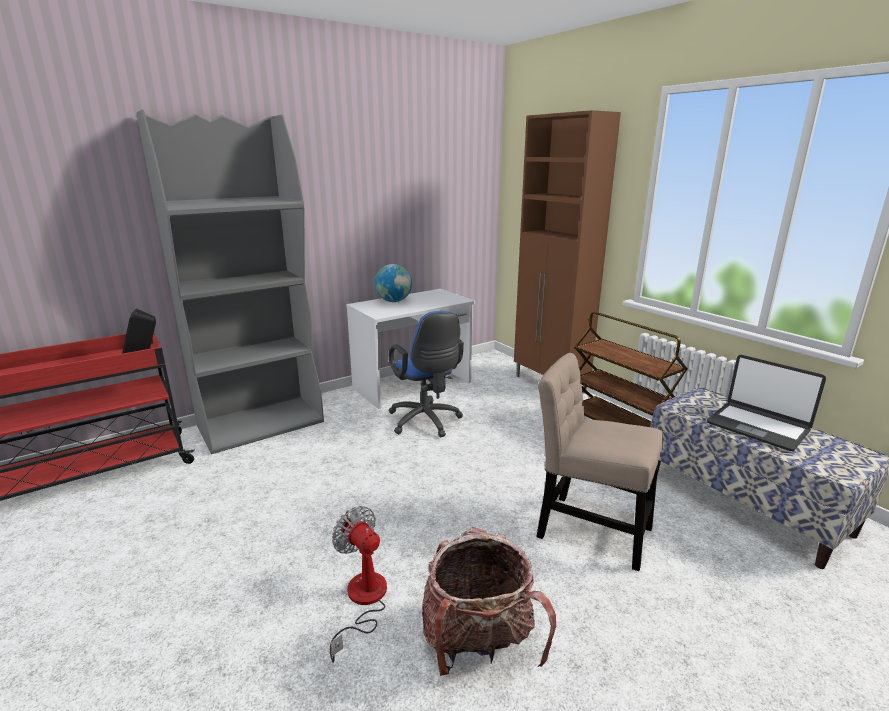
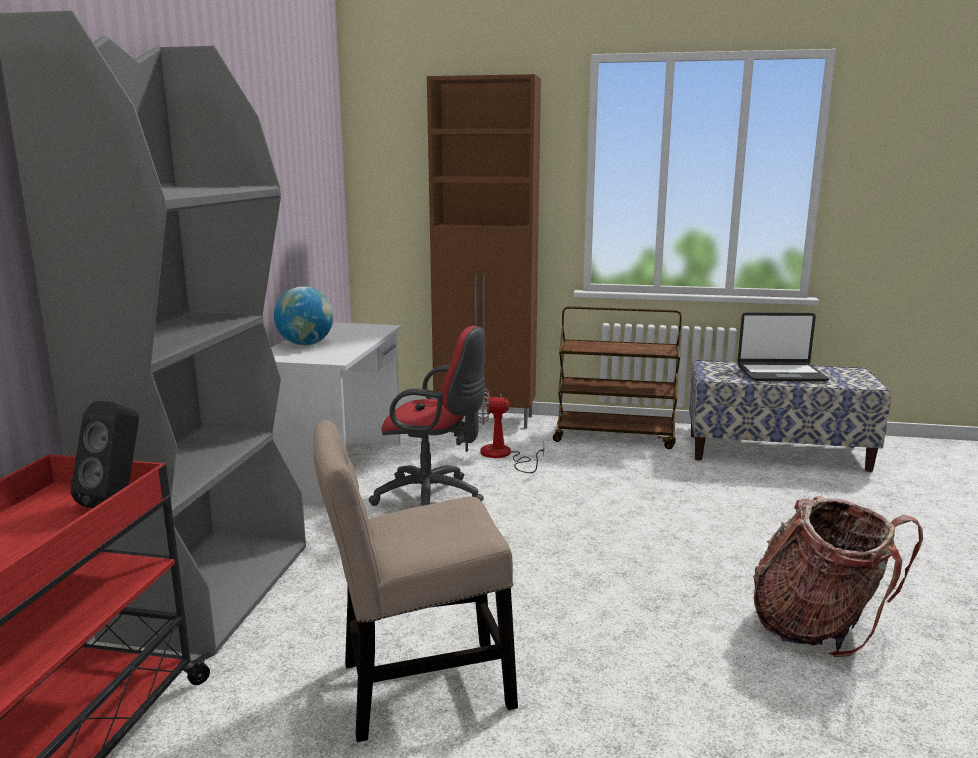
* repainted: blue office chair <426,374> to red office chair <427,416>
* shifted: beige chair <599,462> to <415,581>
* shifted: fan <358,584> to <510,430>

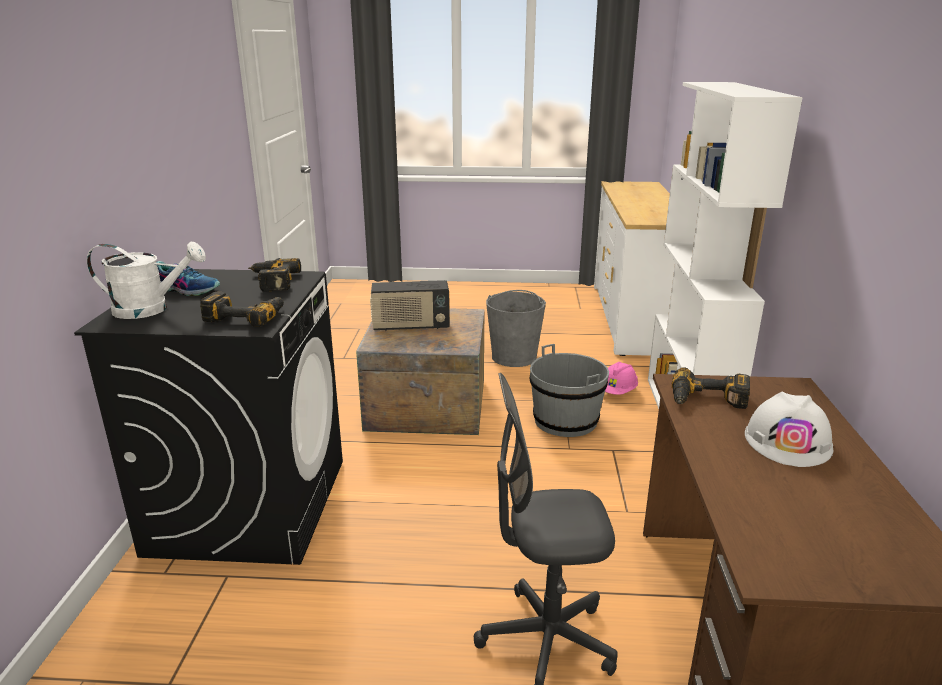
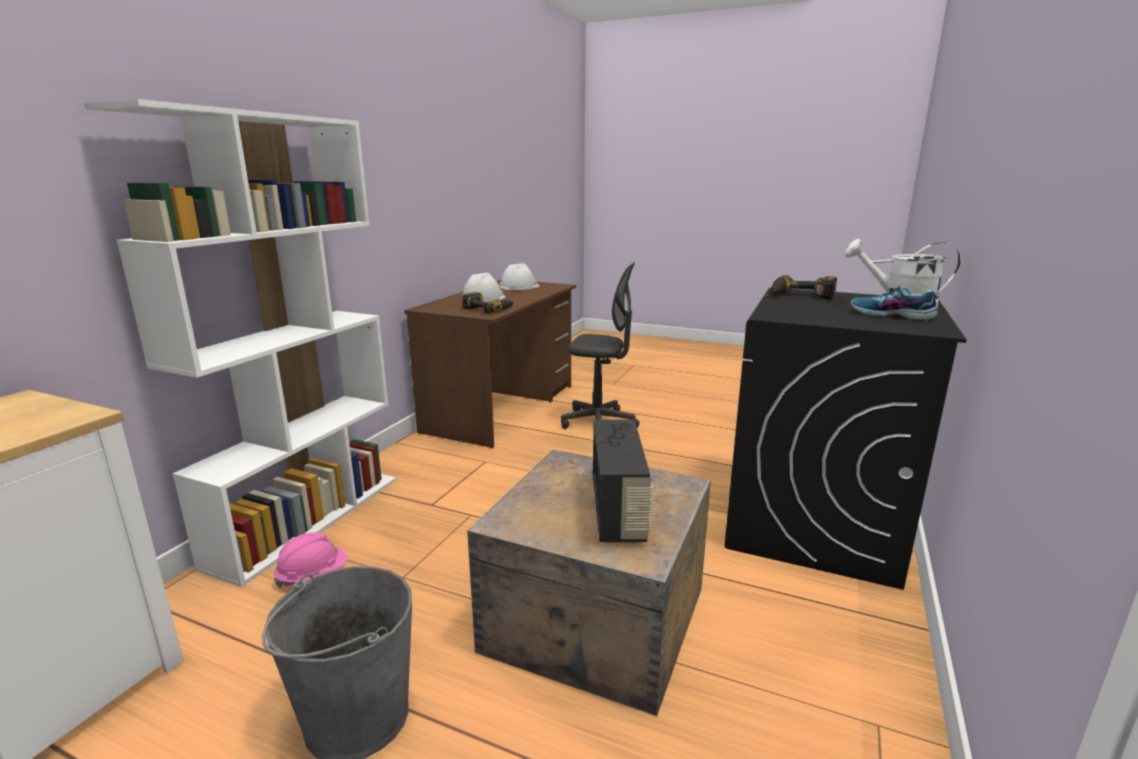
* gone: power drill <274,275>
* rotated: radio <410,305> = <623,480> 75 degrees clockwise
* gone: grey bucket <569,390>
* new: white hard hat <519,276>

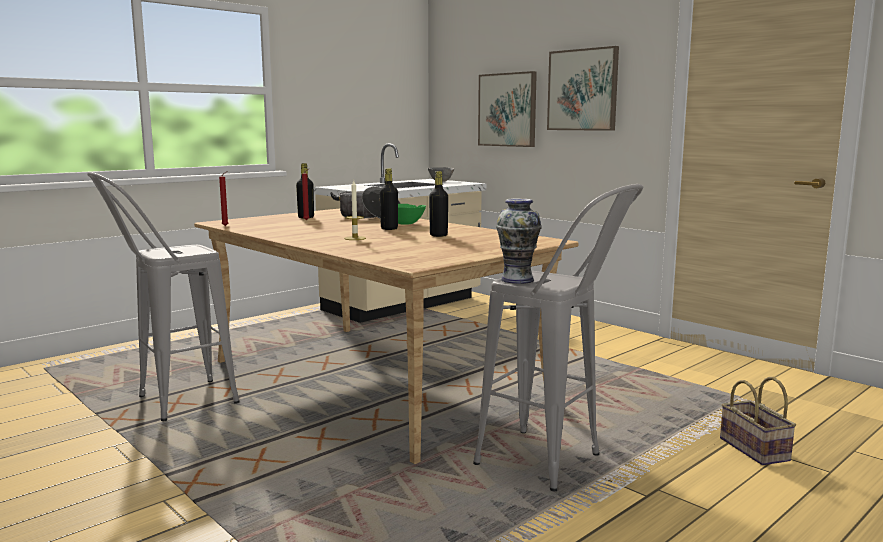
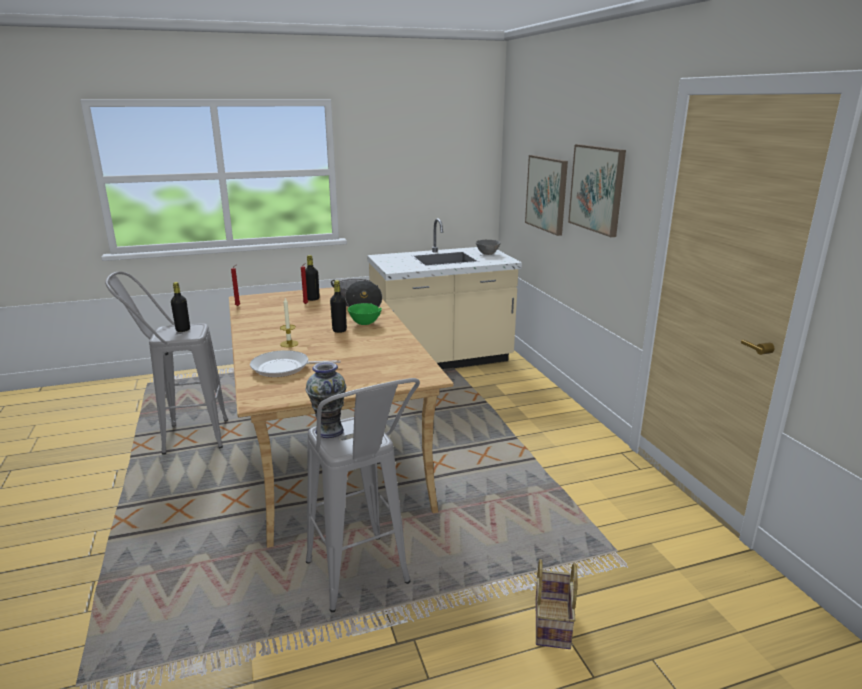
* shifted: black bottle <438,204> to <180,307>
* new: frying pan <295,363>

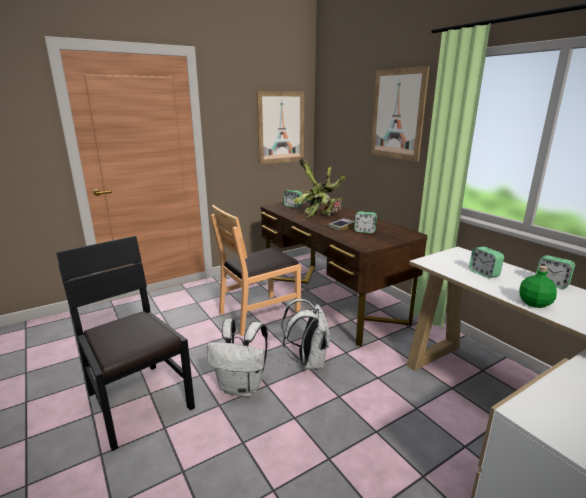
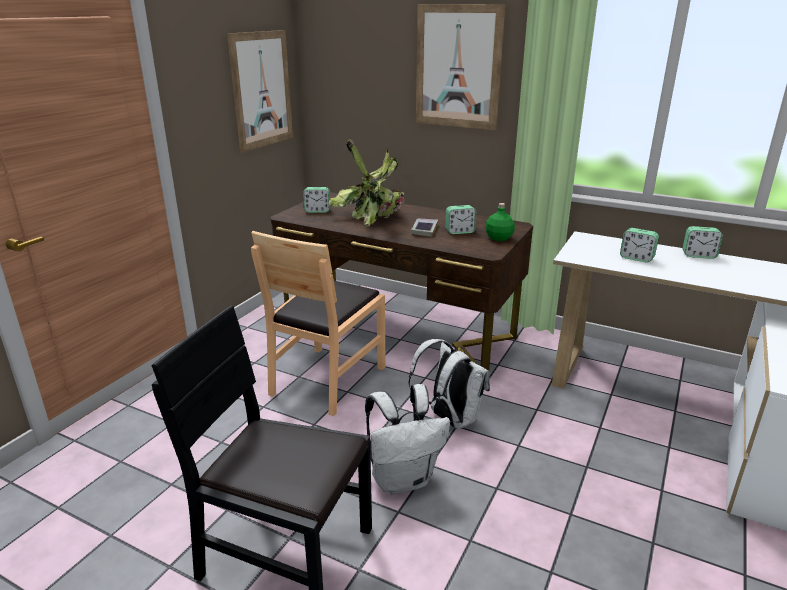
* shifted: green bottle <538,287> to <500,222>

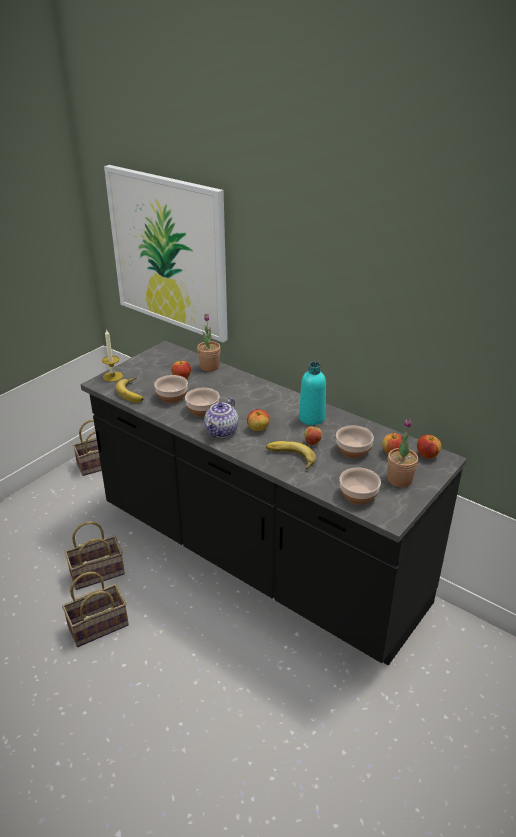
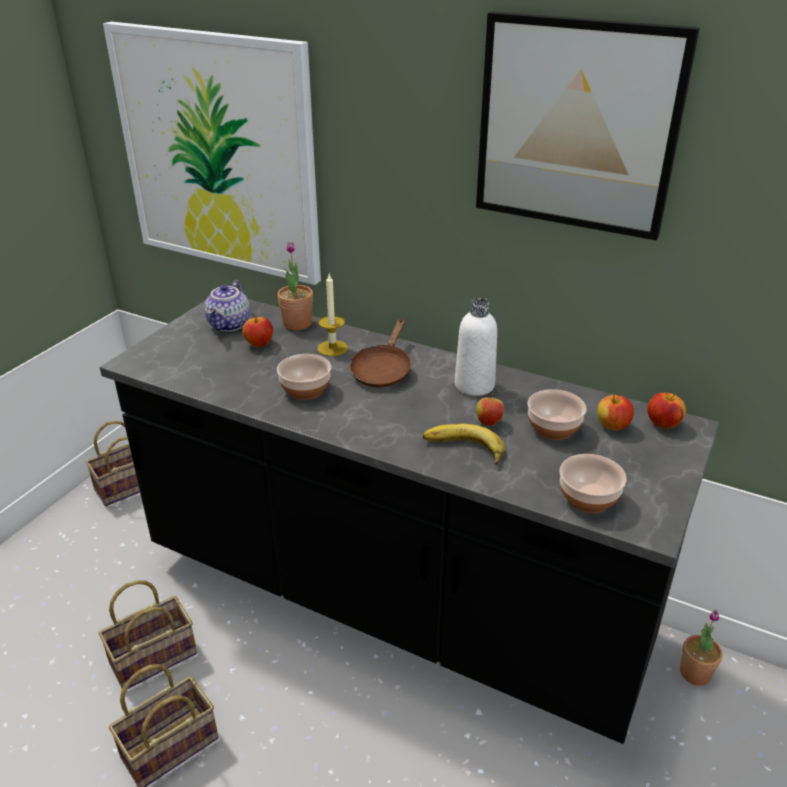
* shifted: candle <112,355> to <333,315>
* repainted: turquoise bottle <312,393> to white bottle <476,347>
* gone: bowl <171,389>
* gone: banana <129,390>
* shifted: teapot <221,417> to <227,306>
* gone: apple <258,420>
* shifted: potted plant <403,452> to <701,648>
* new: picture <588,126>
* new: brown frying pan <380,353>

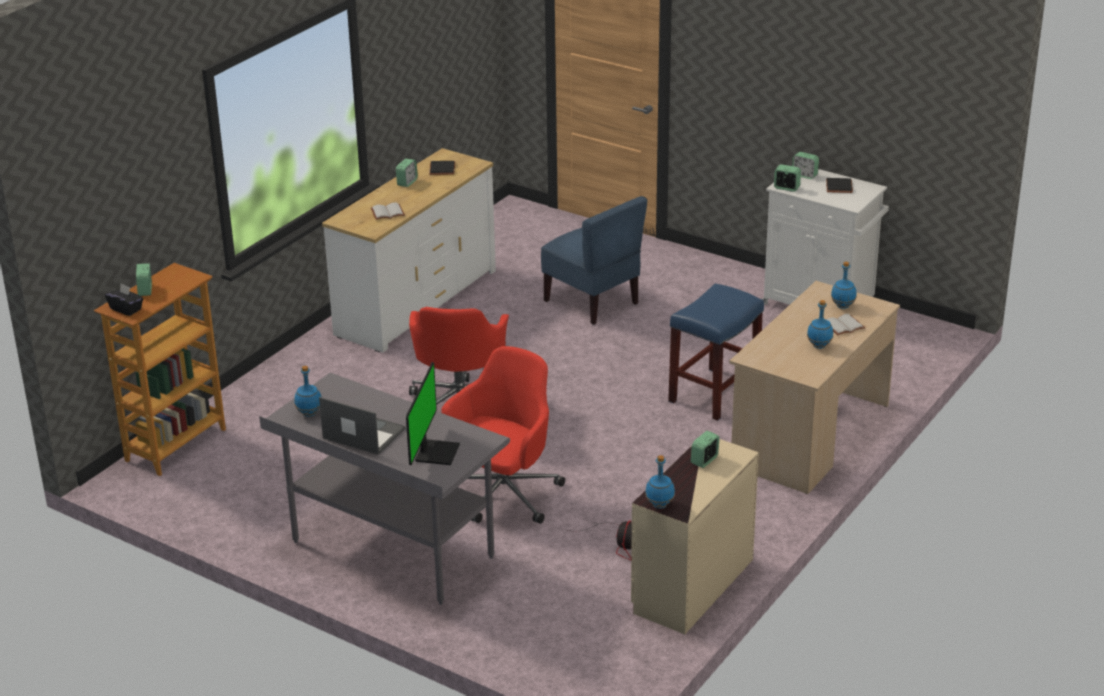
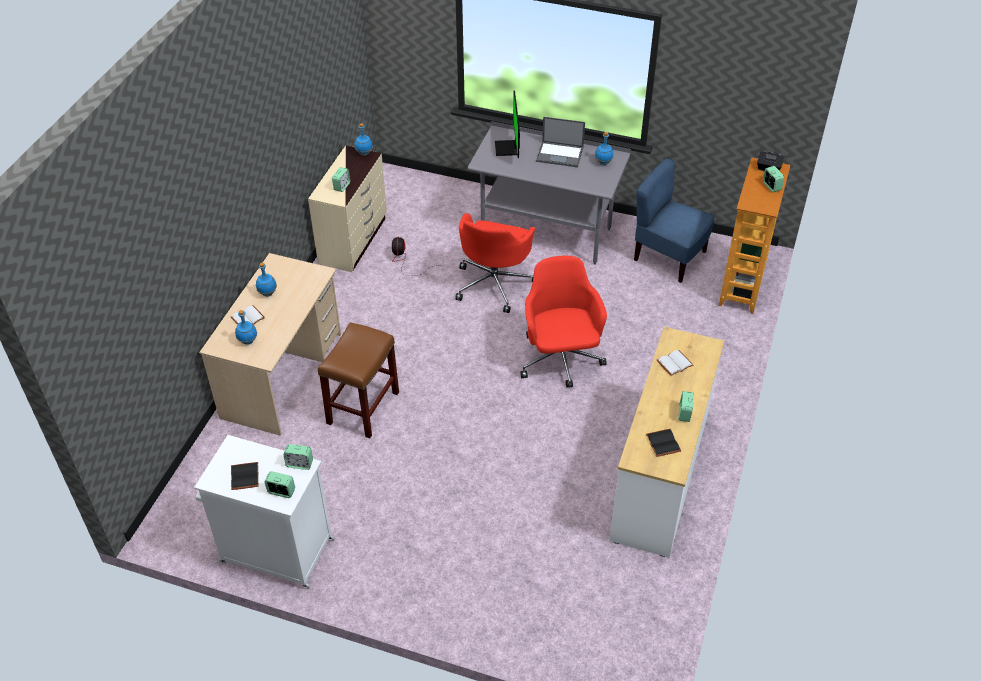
* shifted: blue chair <594,260> to <674,220>
* repainted: blue stool <716,352> to brown stool <358,380>

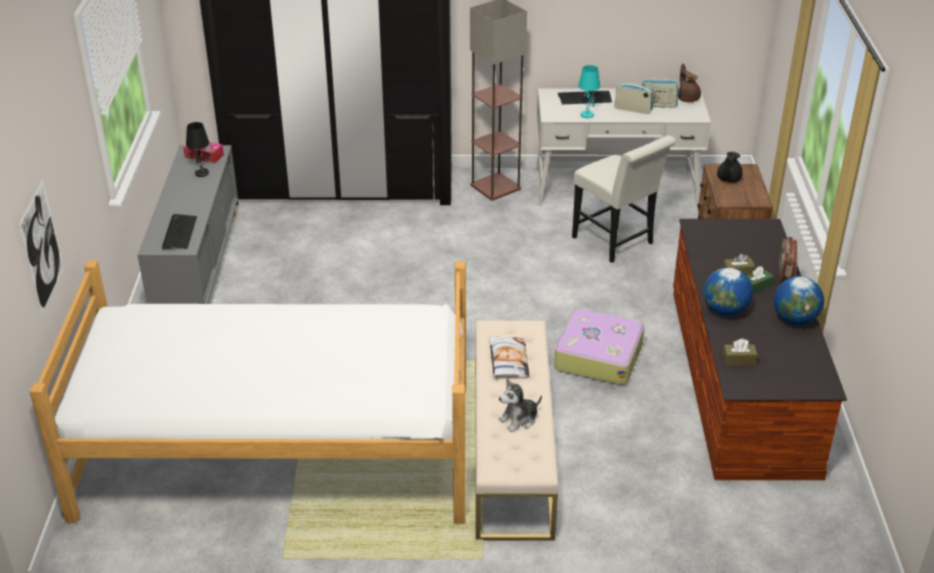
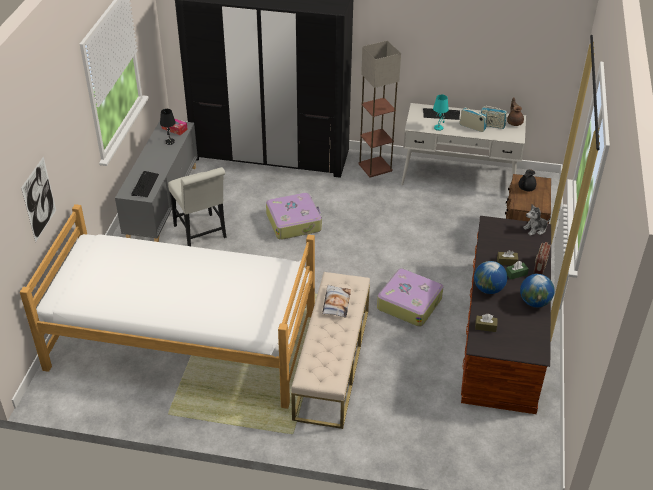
* shifted: white chair <624,199> to <197,206>
* shifted: plush toy <520,405> to <537,220>
* new: suitcase <294,216>

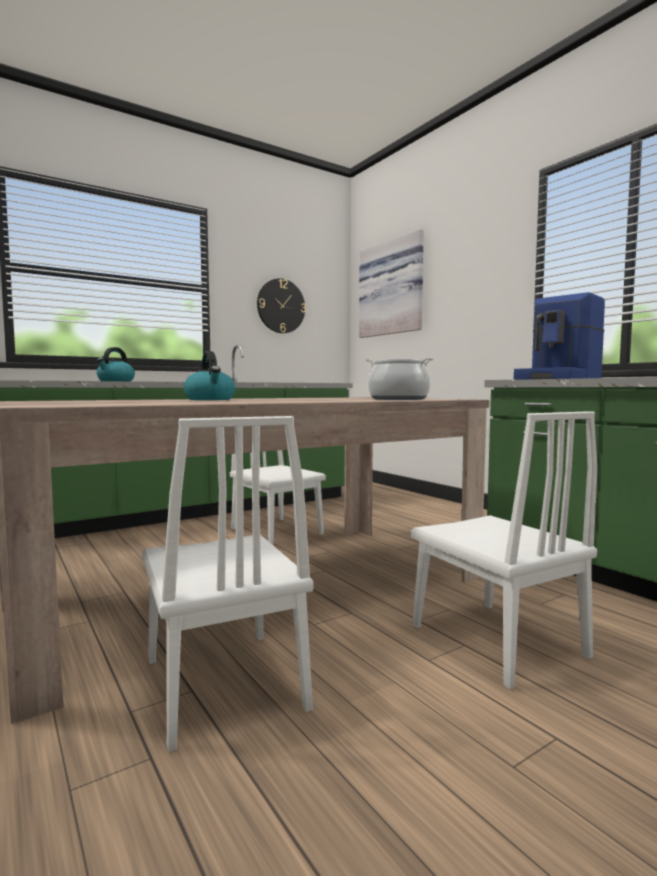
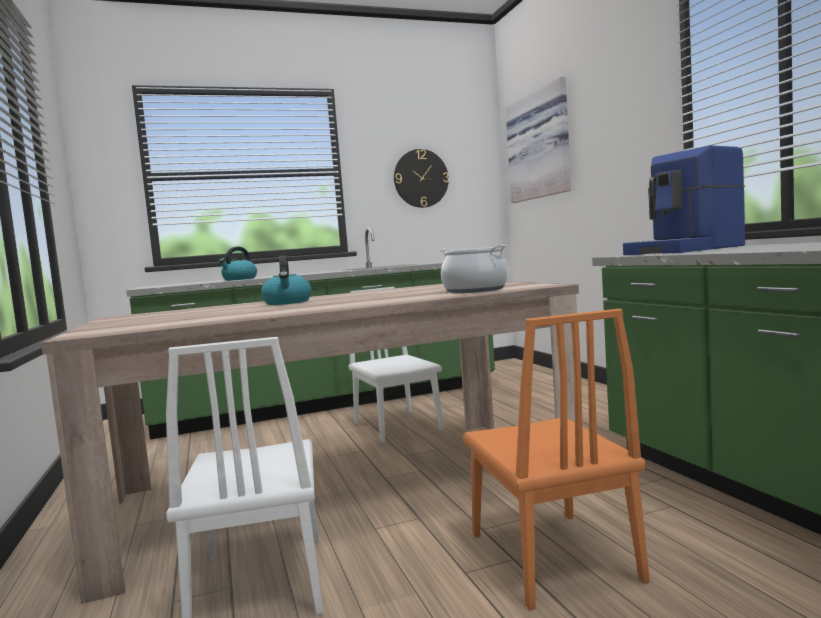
* repainted: white chair <504,550> to orange chair <556,459>

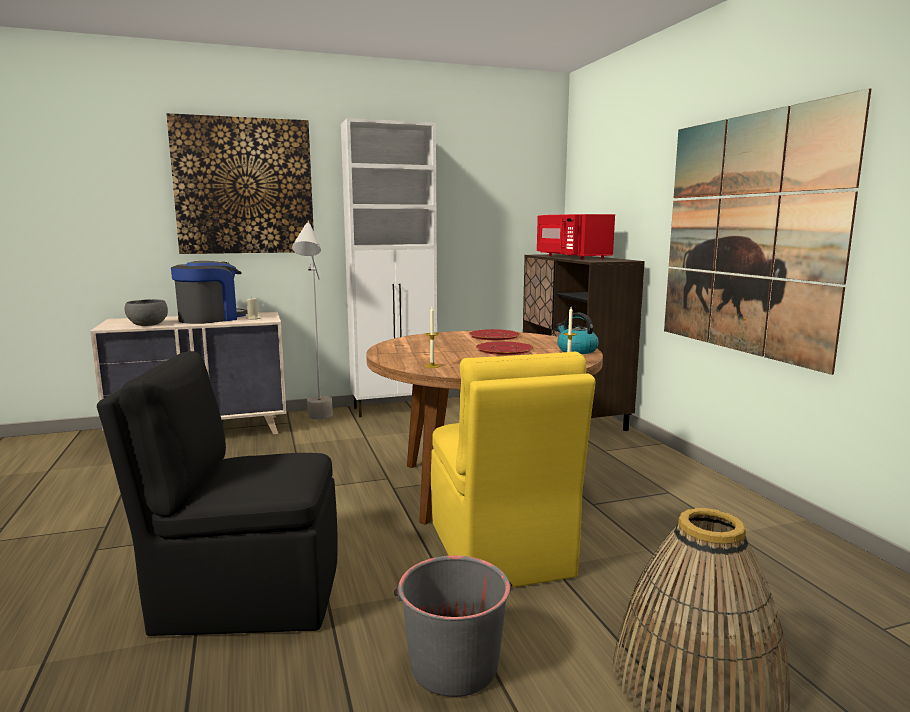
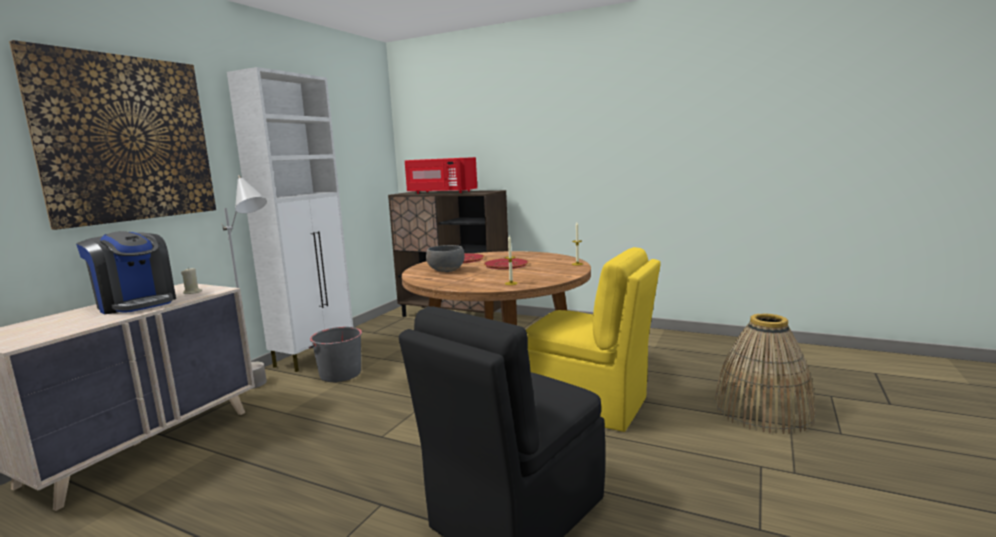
* gone: picture <767,231>
* rotated: coffee machine <209,292> = <126,272> 135 degrees clockwise
* shifted: grey bowl <146,312> to <445,258>
* gone: kettle <578,333>
* shifted: grey bucket <453,626> to <335,354>

